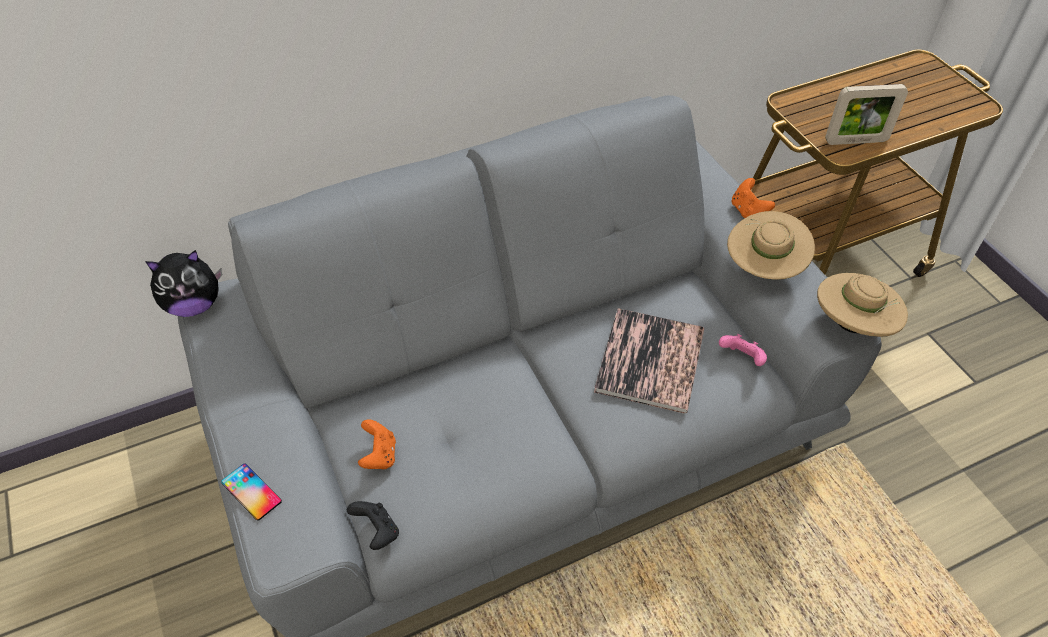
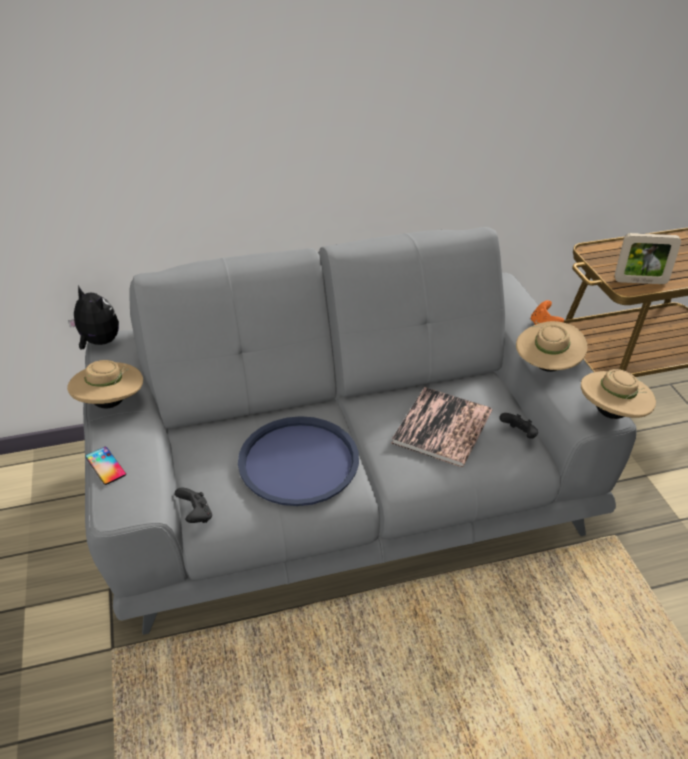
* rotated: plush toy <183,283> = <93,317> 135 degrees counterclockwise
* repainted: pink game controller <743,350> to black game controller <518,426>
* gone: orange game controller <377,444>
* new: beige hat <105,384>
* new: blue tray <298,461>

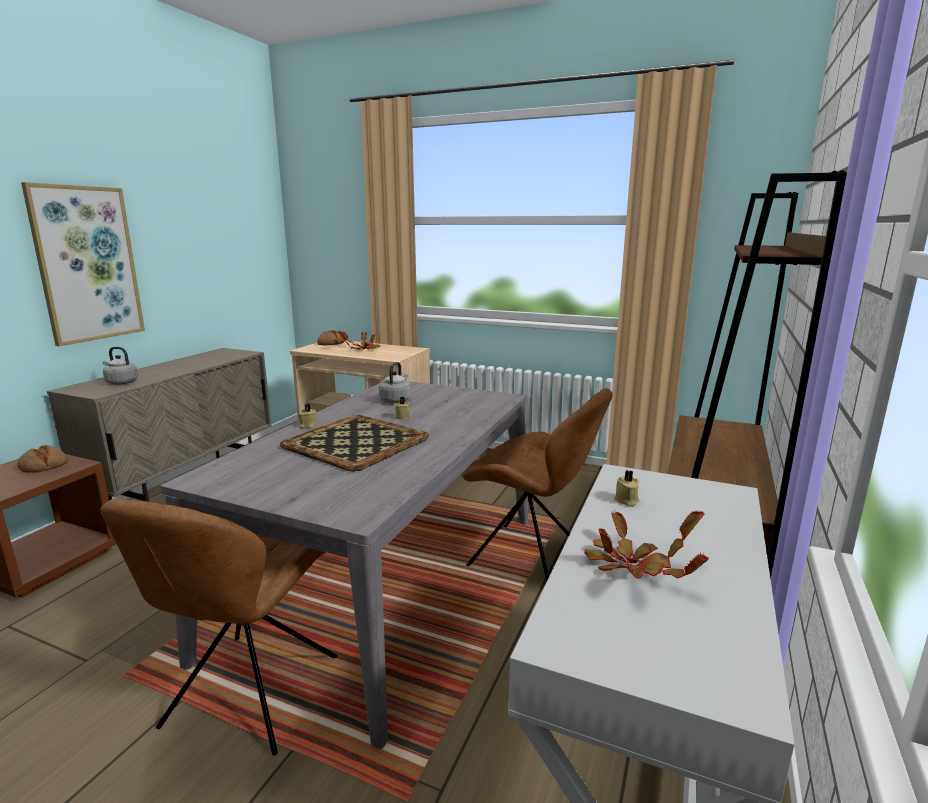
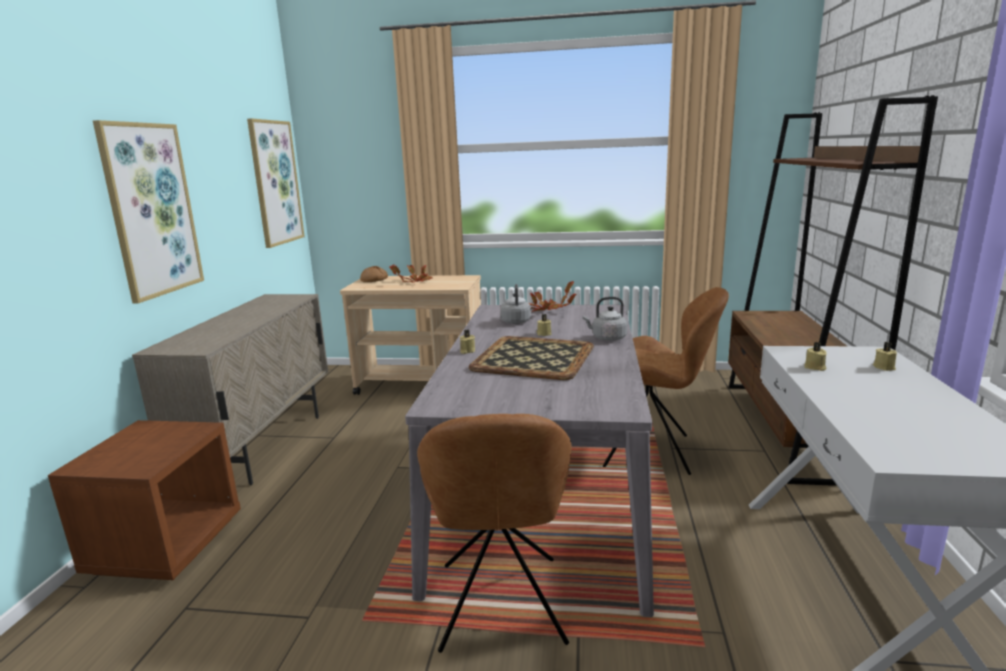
* shifted: grey kettle <120,366> to <605,319>
* gone: bread <42,459>
* shifted: potted plant <646,544> to <553,296>
* new: picture <276,183>
* new: beige candle <885,356>

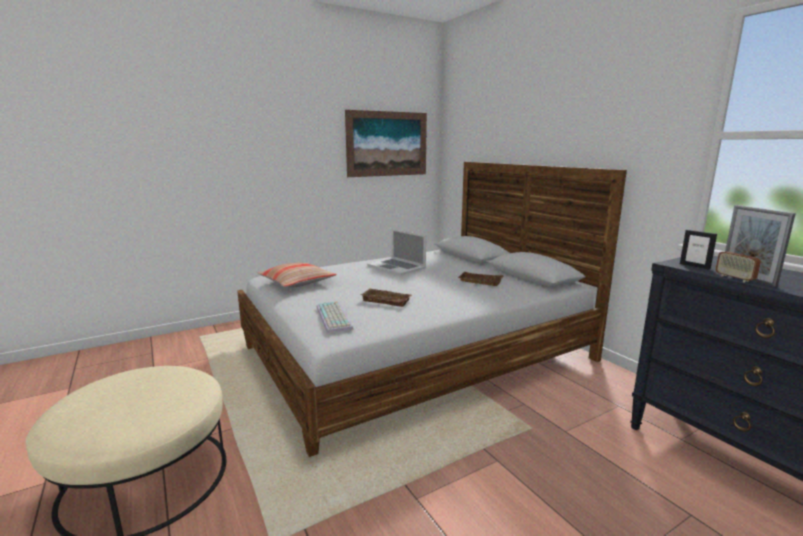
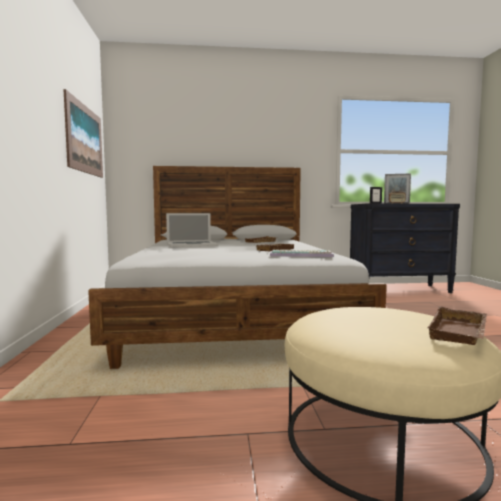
* gone: pillow <297,275>
* new: brown tray <457,325>

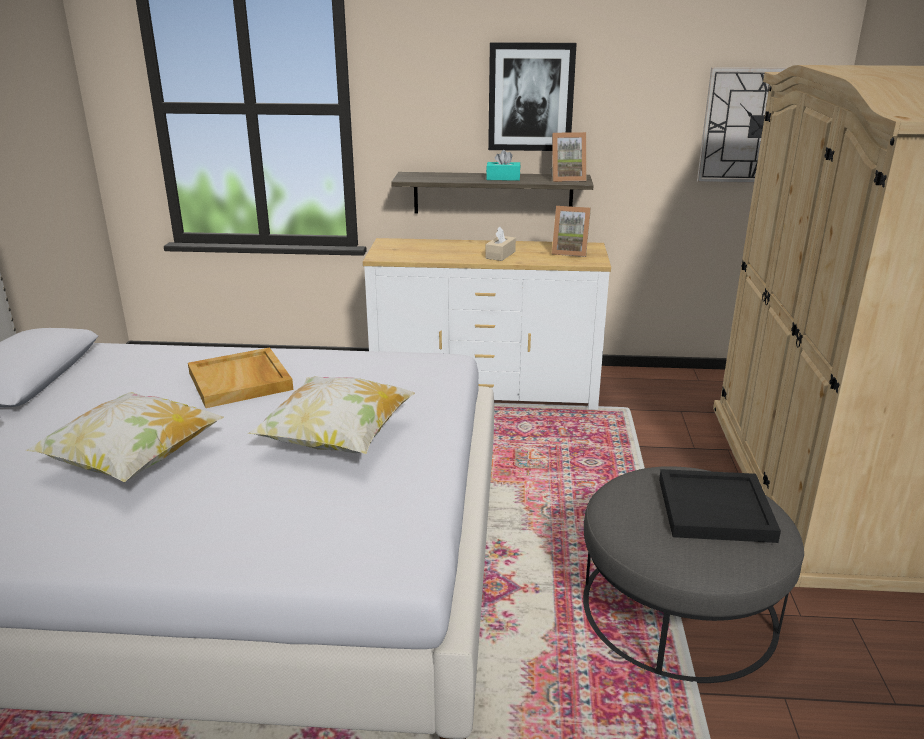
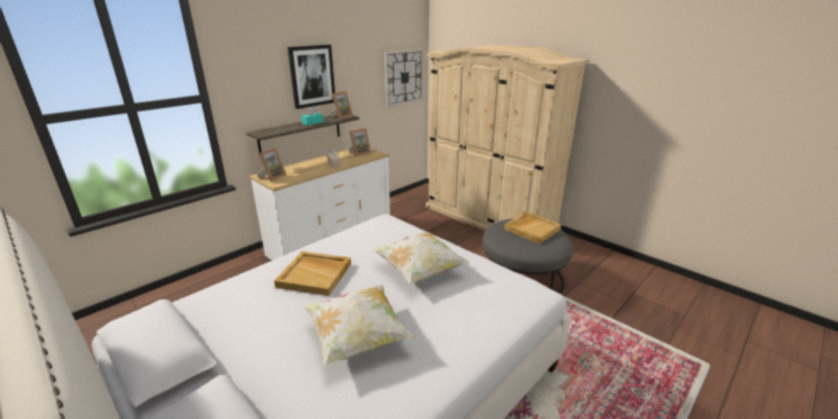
* repainted: black tray <720,506> to beige tray <532,228>
* new: picture frame <272,164>

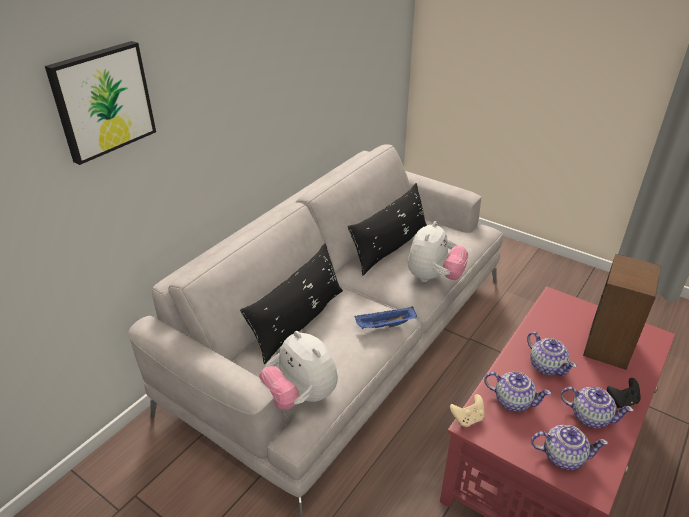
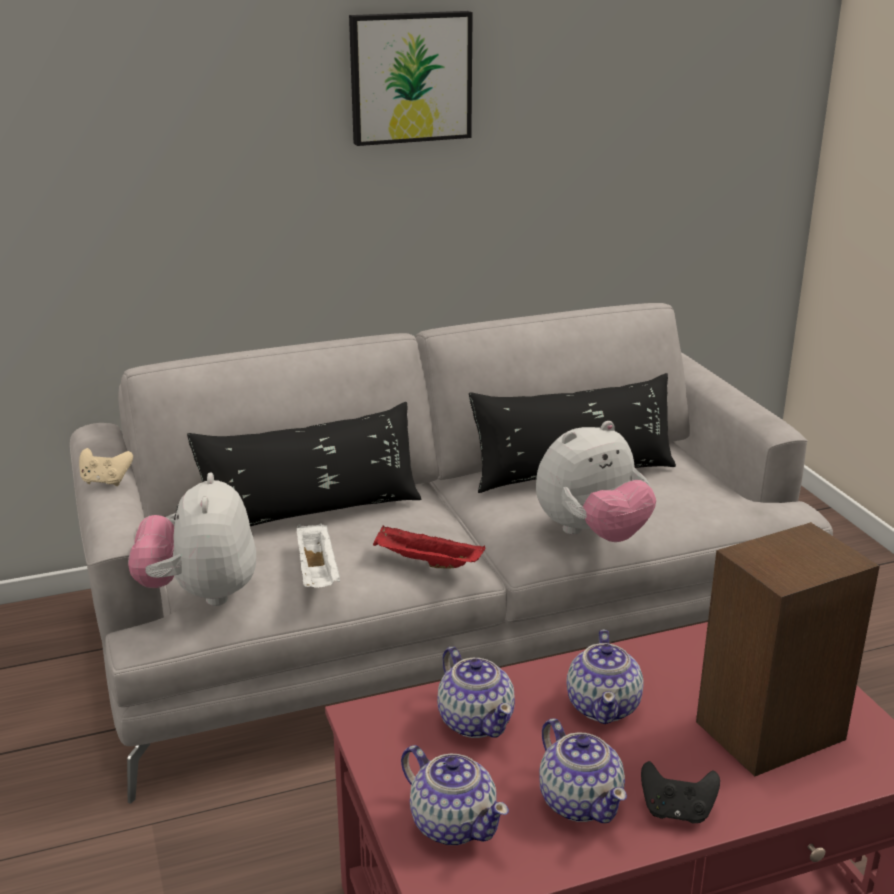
* shifted: picture <100,103> to <411,78>
* repainted: blue tray <386,317> to red tray <429,546>
* shifted: beige game controller <467,410> to <106,467>
* new: white tray <319,555>

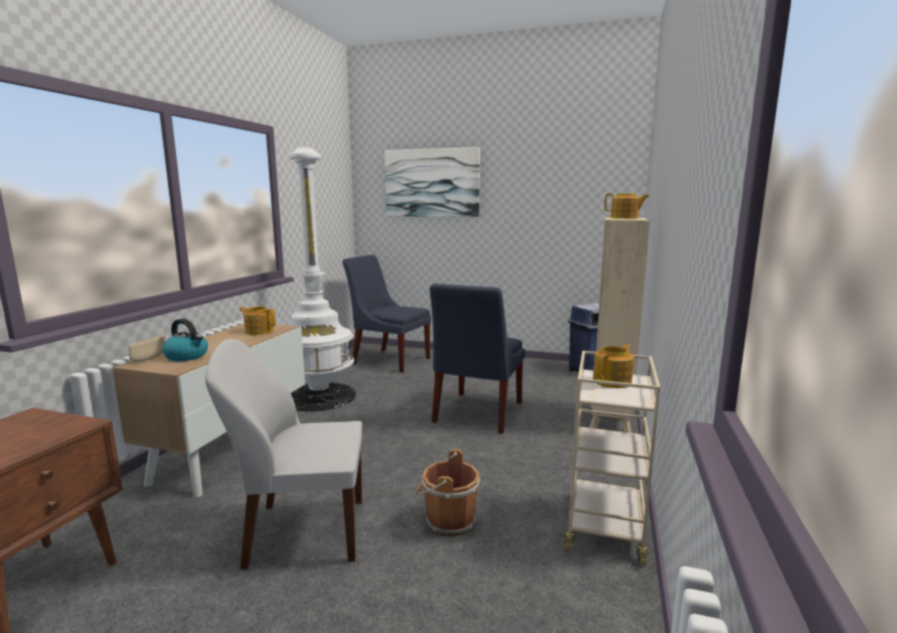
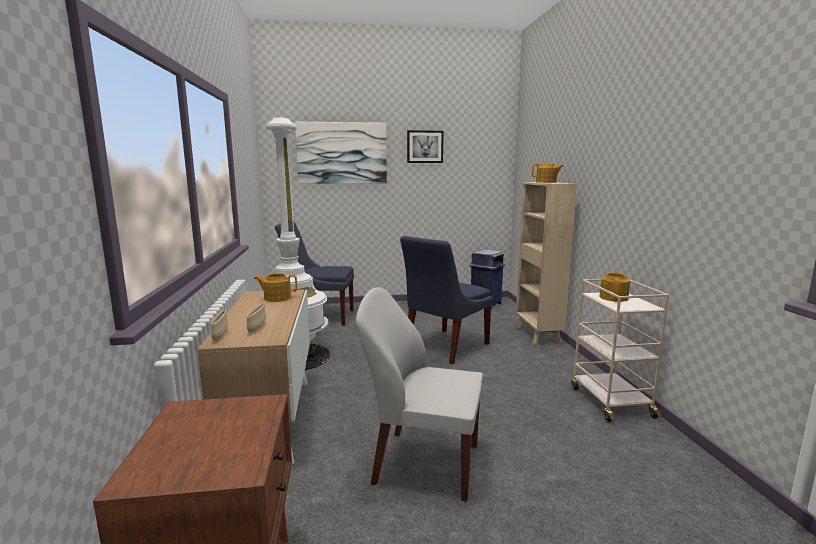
* rotated: blue chair <477,359> = <446,300> 45 degrees clockwise
* swapped: kettle <185,340> to beige bowl <256,318>
* rotated: white chair <283,454> = <419,394> 45 degrees clockwise
* gone: brown bucket <448,493>
* new: picture <425,146>

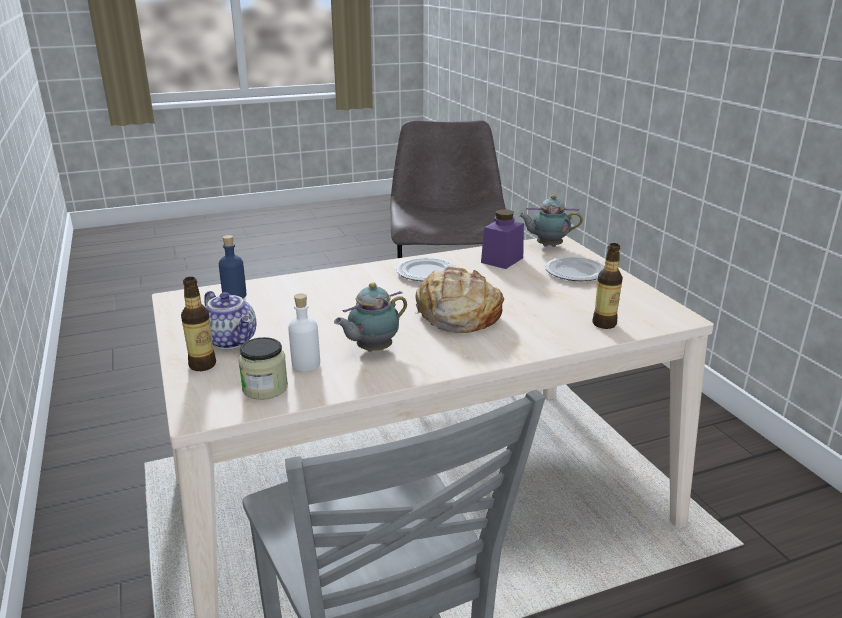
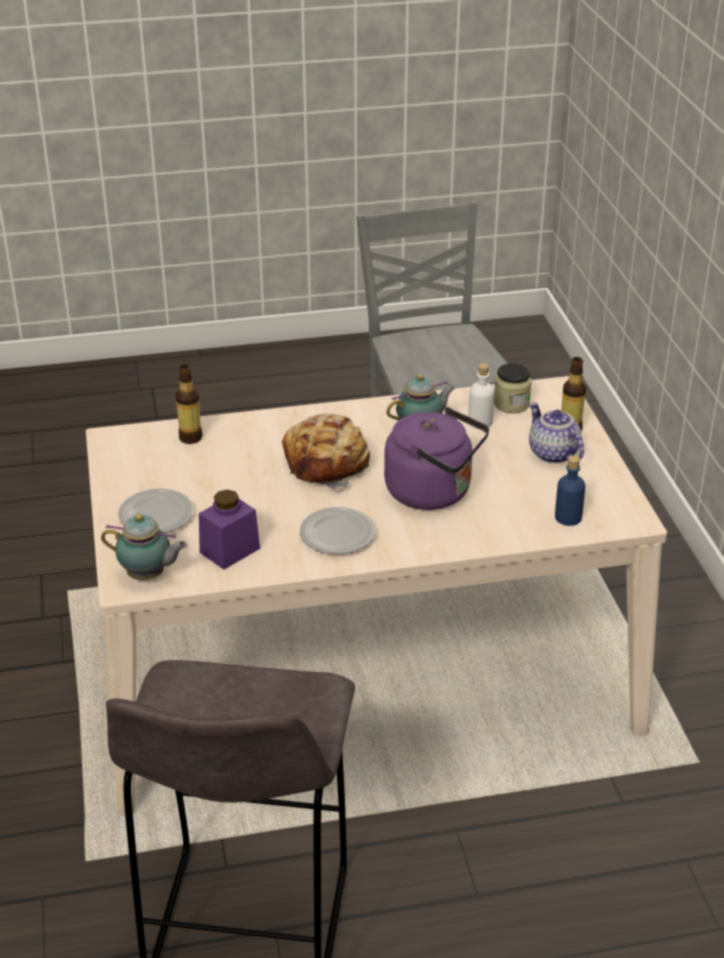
* new: purple kettle <436,458>

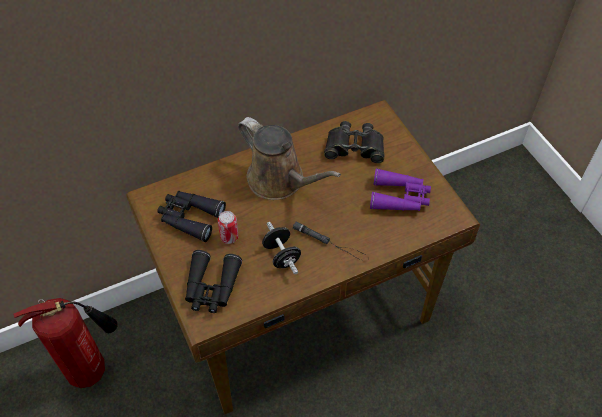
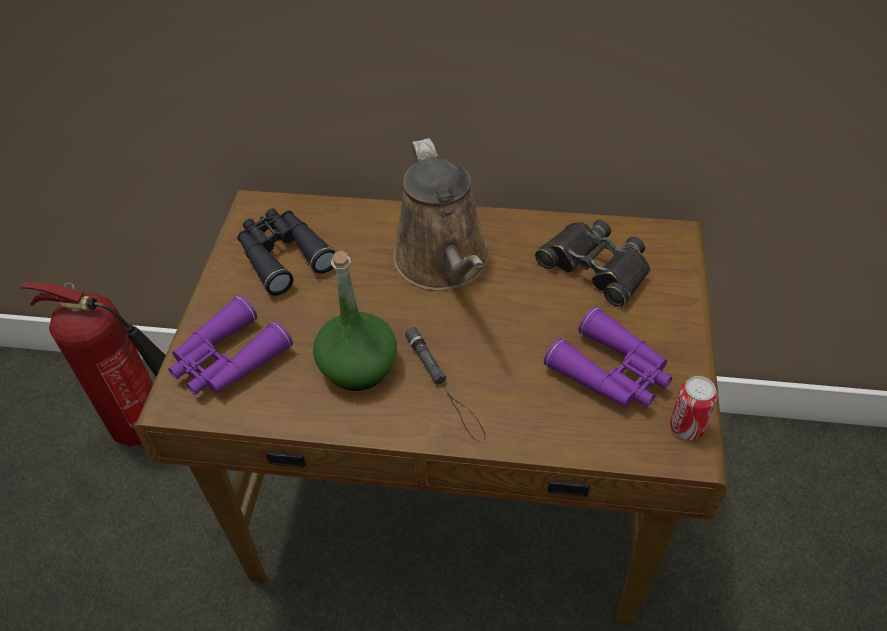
* shifted: can <228,227> to <693,408>
* swapped: black dumbbell <281,248> to green bottle <355,321>
* repainted: black binoculars <213,281> to purple binoculars <230,345>

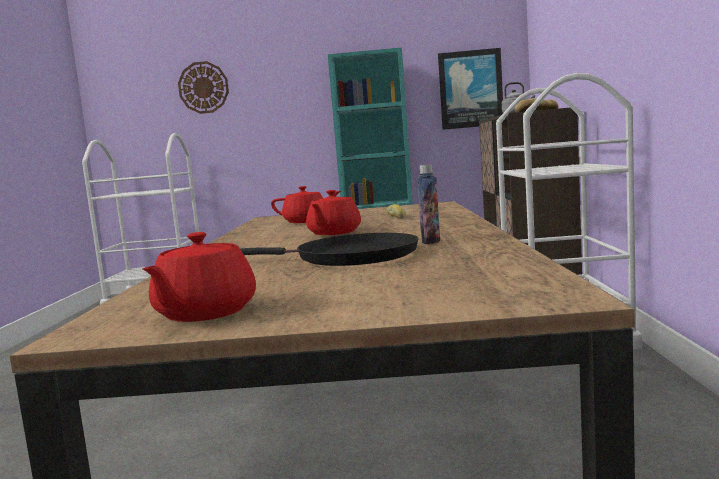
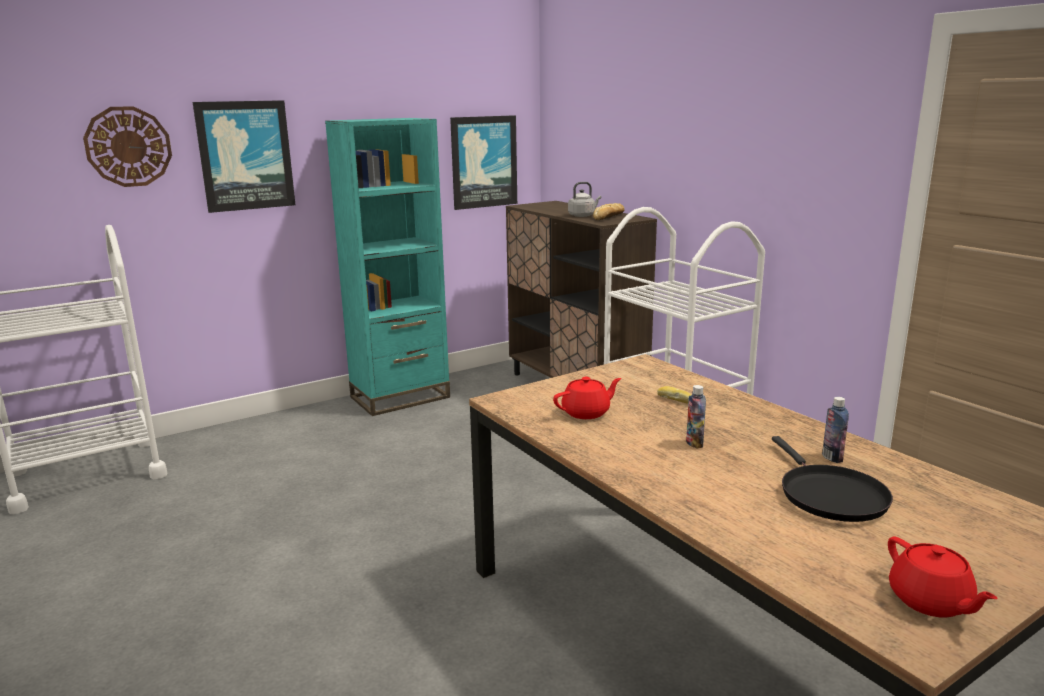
* swapped: red teapot <333,212> to bottle <696,416>
* rotated: black frying pan <329,249> = <832,479> 105 degrees clockwise
* new: picture <244,156>

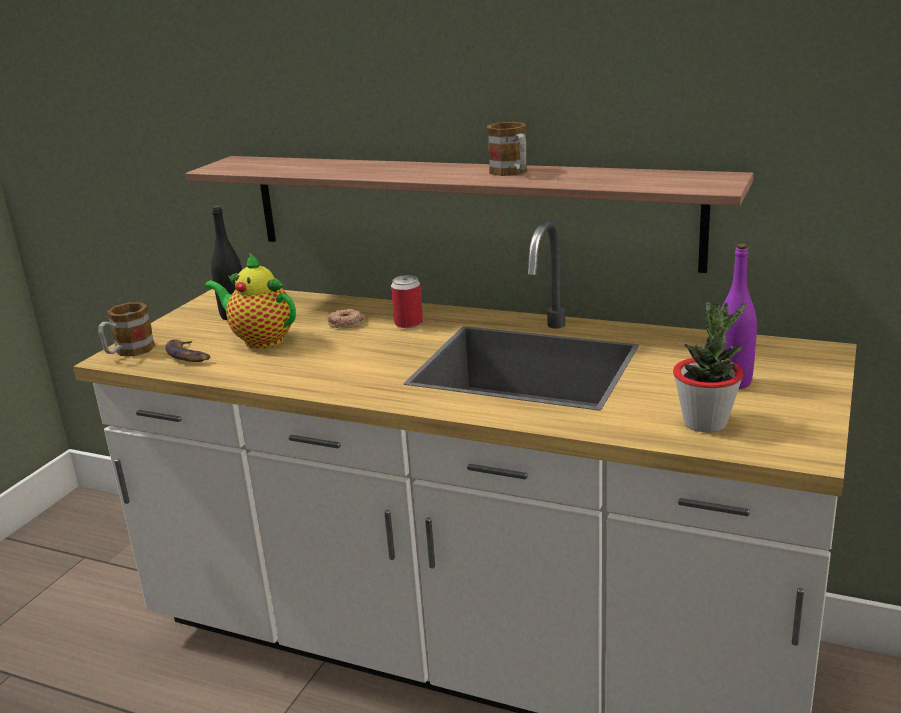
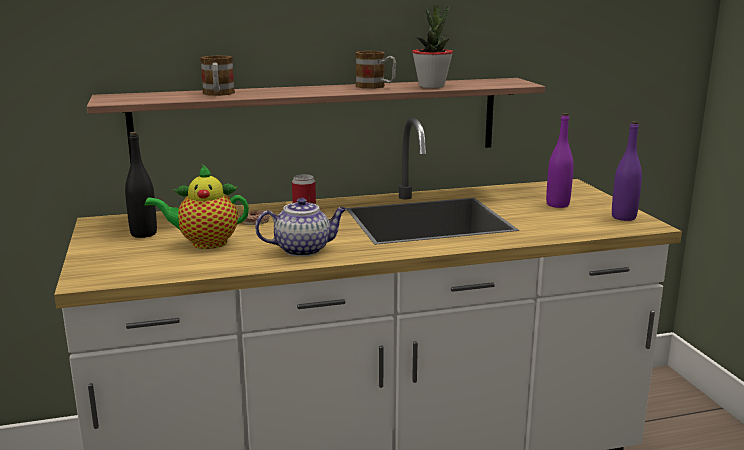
* shifted: mug <126,329> to <217,76>
* shifted: potted plant <709,367> to <432,46>
* gone: banana <187,350>
* new: purple bottle <627,171>
* new: teapot <301,227>

